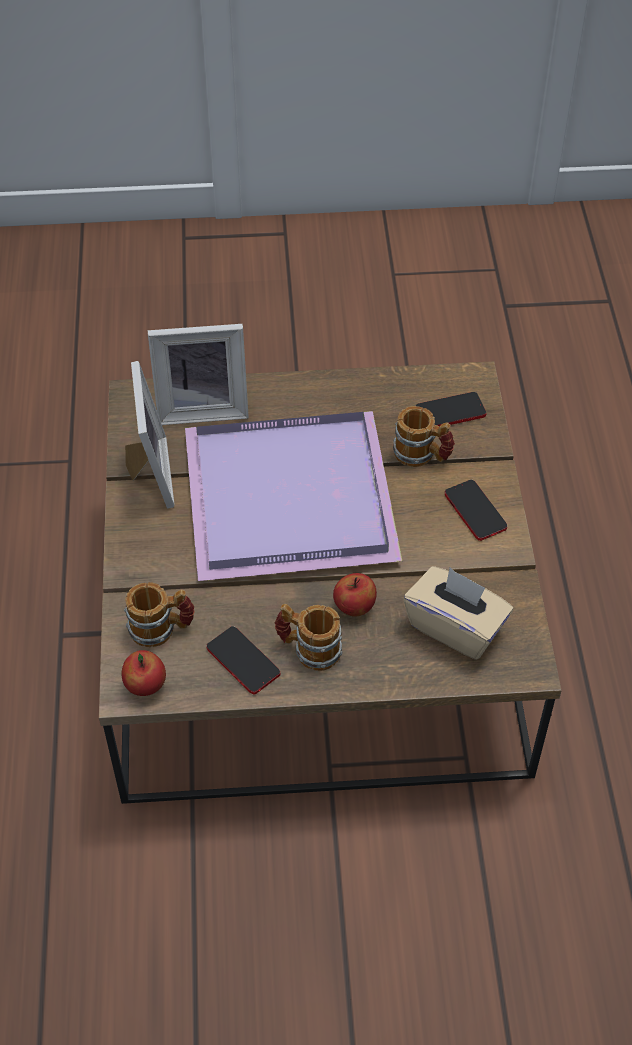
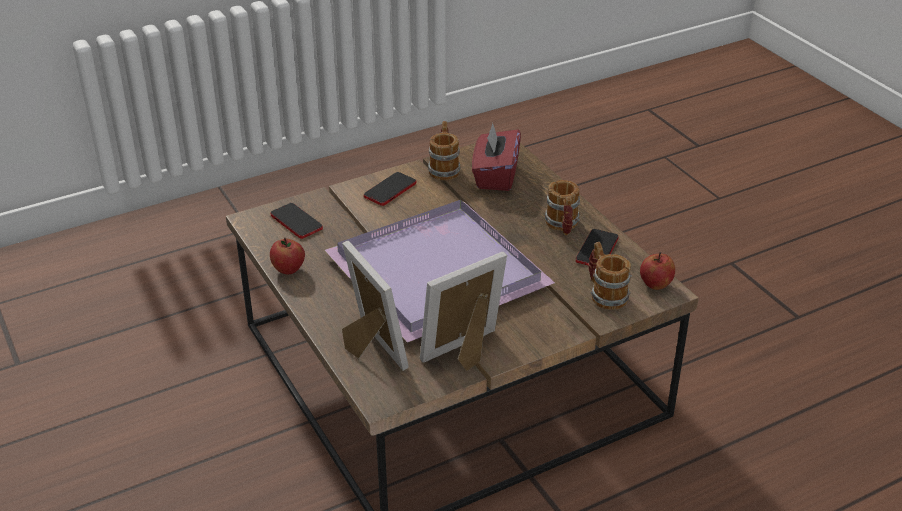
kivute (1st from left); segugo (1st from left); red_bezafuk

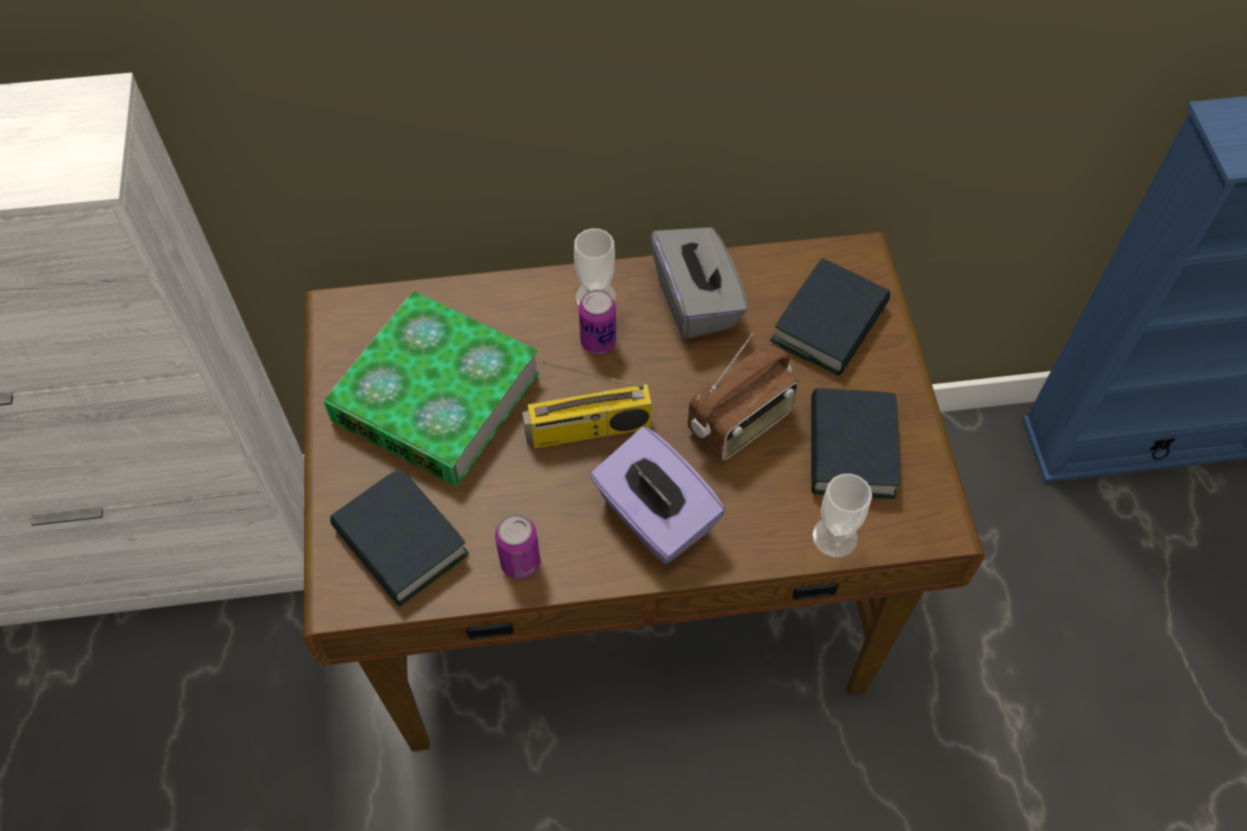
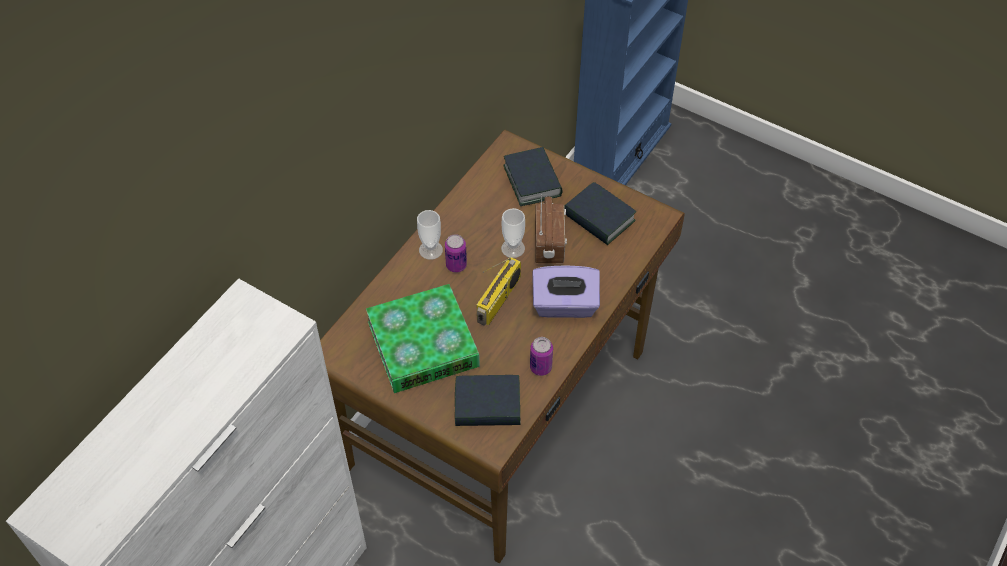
grey_bezafuk; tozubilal (2nd from left)

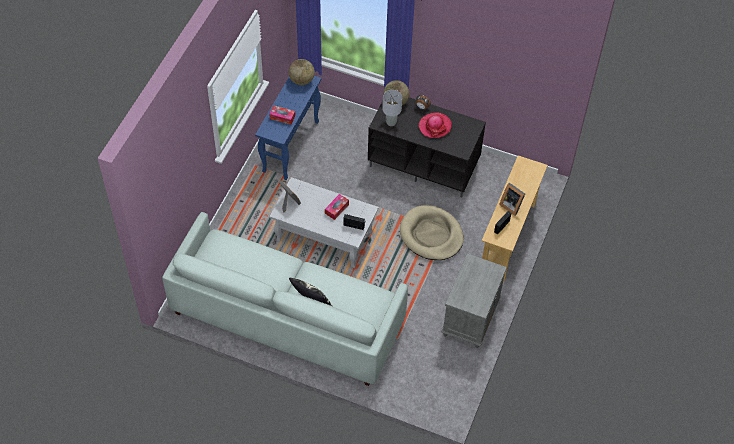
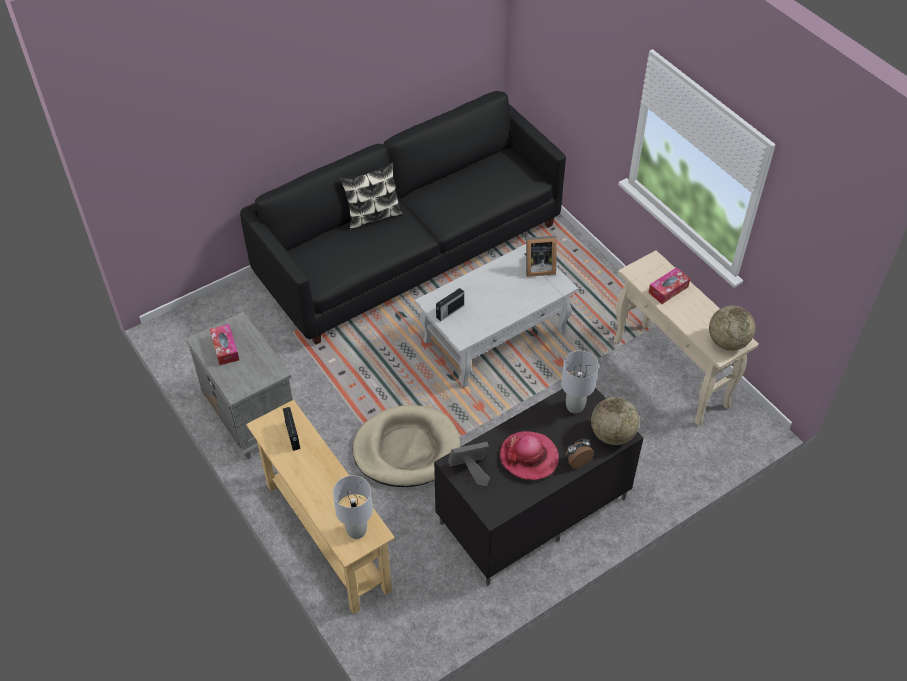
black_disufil; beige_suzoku (2nd from left); bezafuk (1st from left); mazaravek (1st from left); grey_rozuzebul (1st from left)

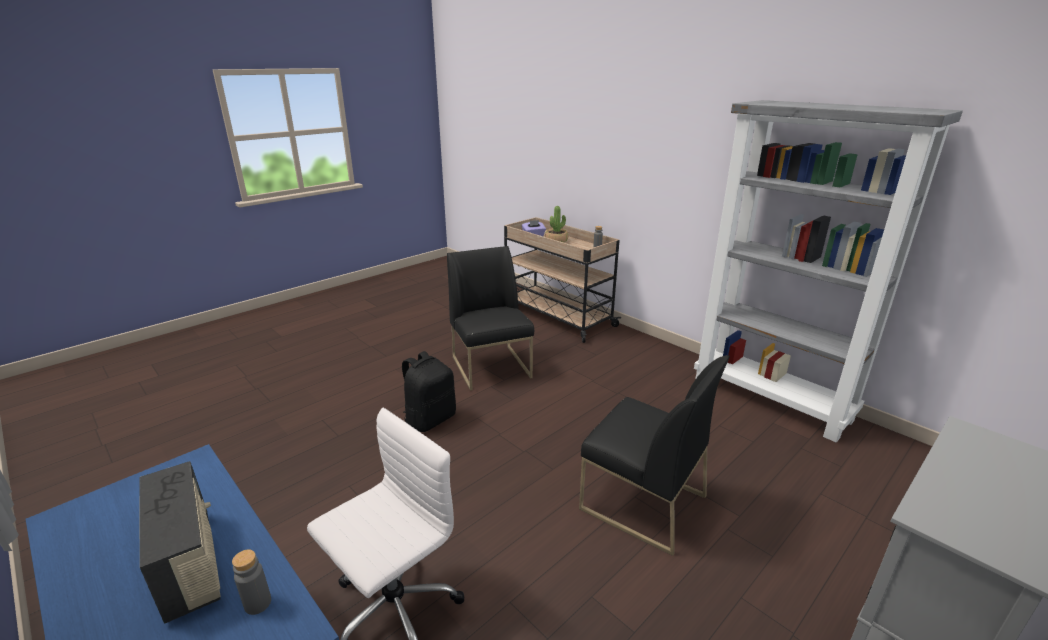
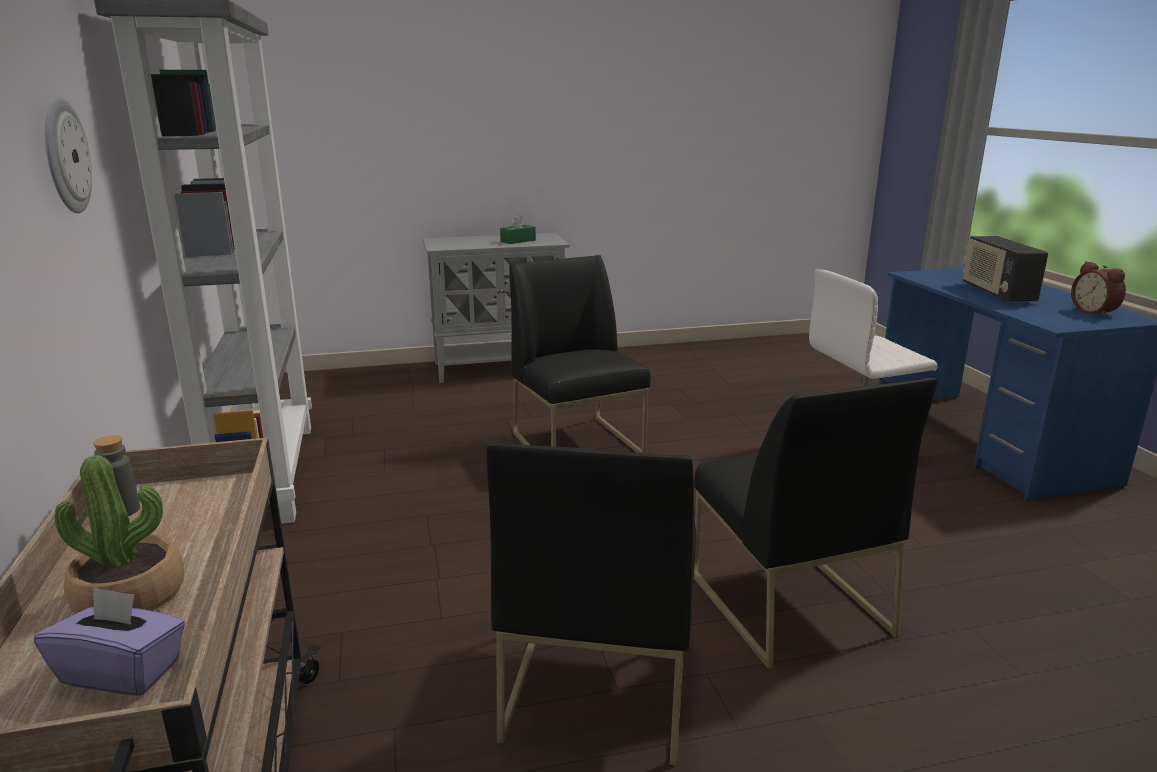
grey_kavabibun (1st from left in the first image); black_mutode (3rd from left); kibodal; green_bezafuk; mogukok

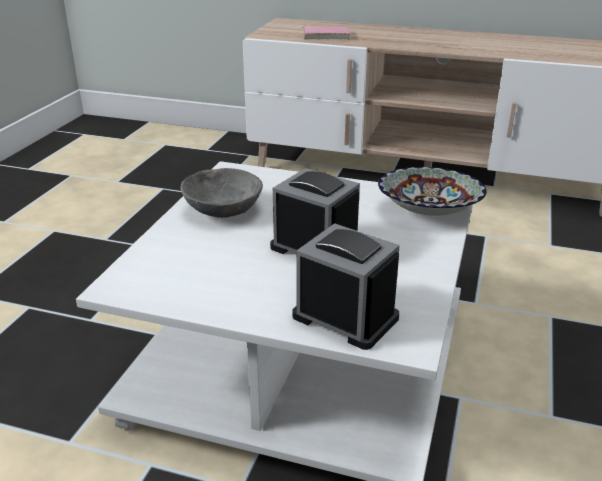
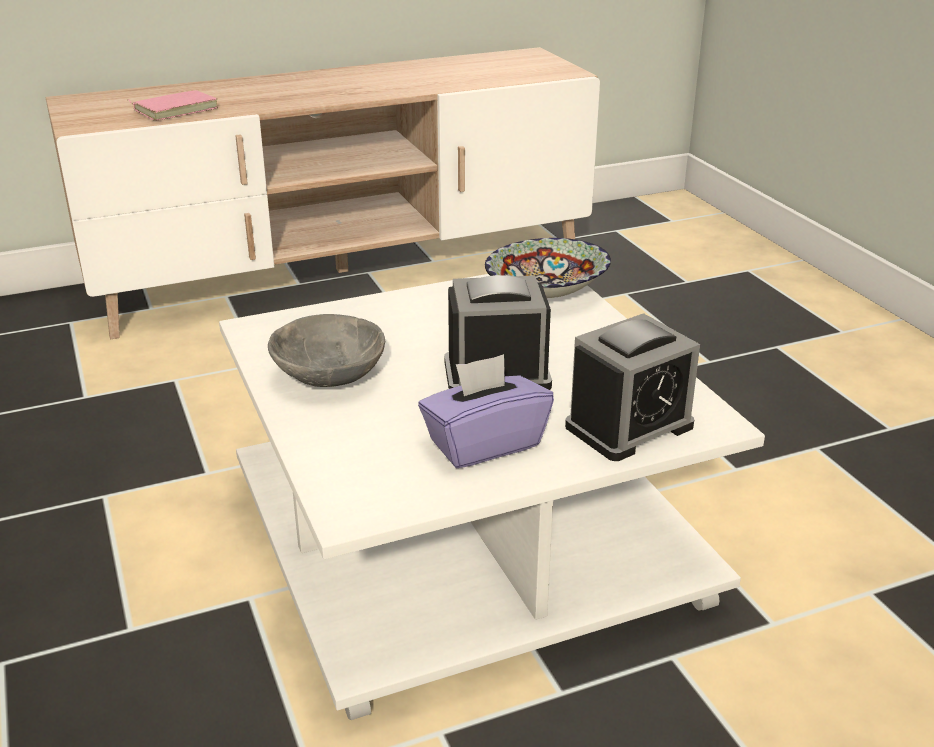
mogukok (2nd from left); purple_bezafuk

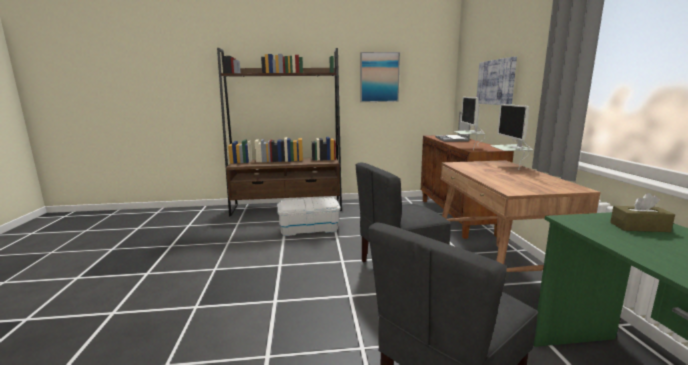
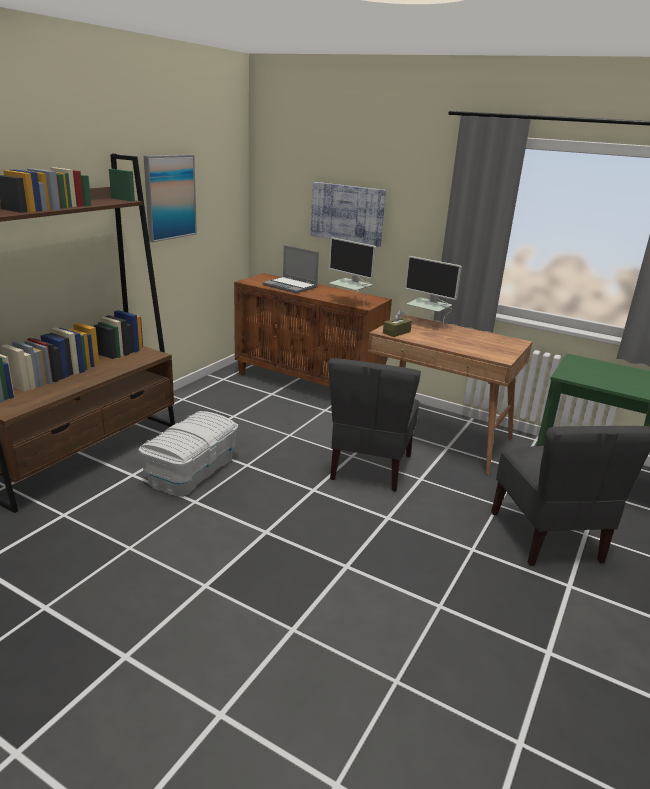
brown_bezafuk

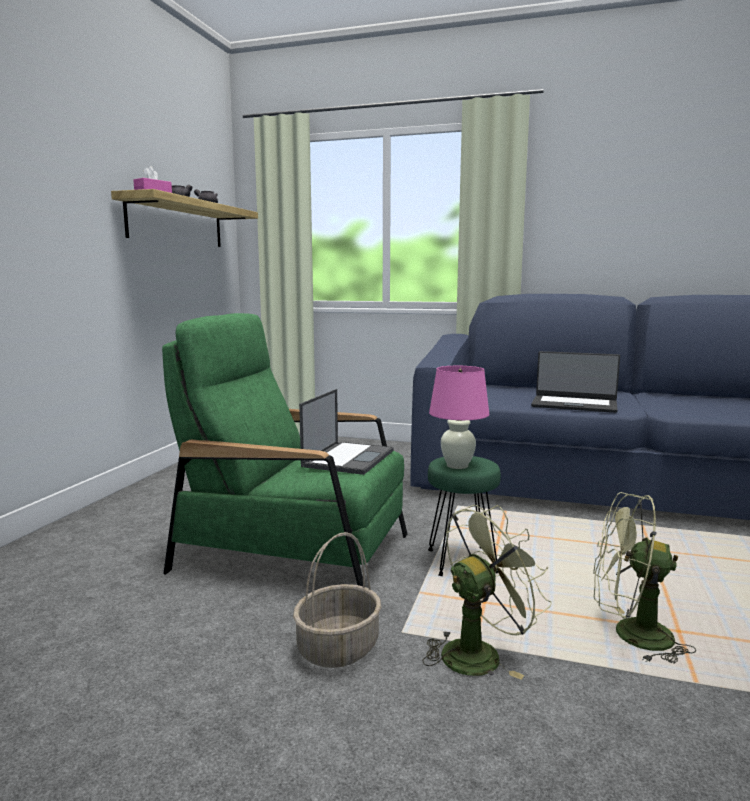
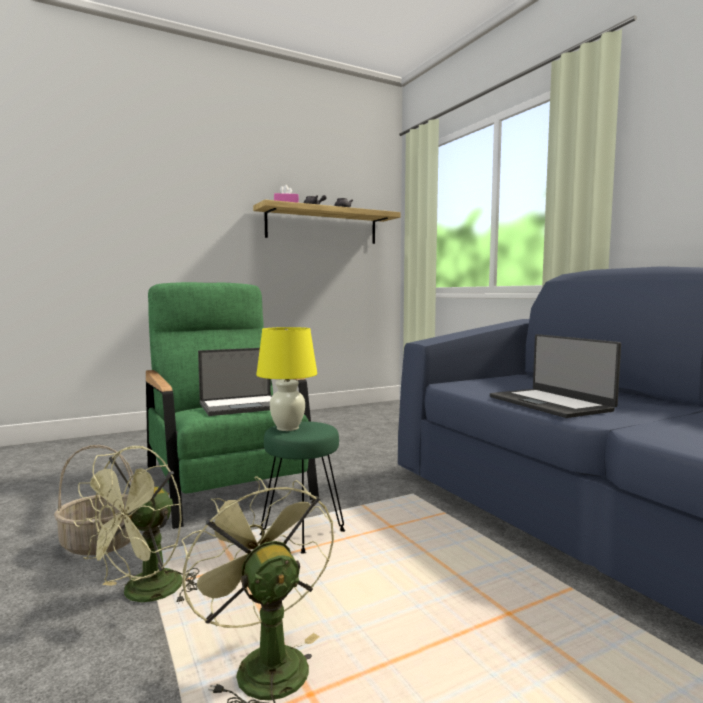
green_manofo (1st from left); yellow_rozuzebul

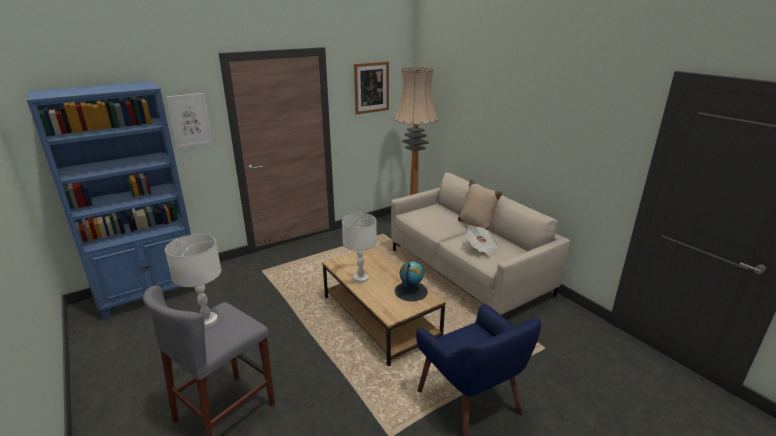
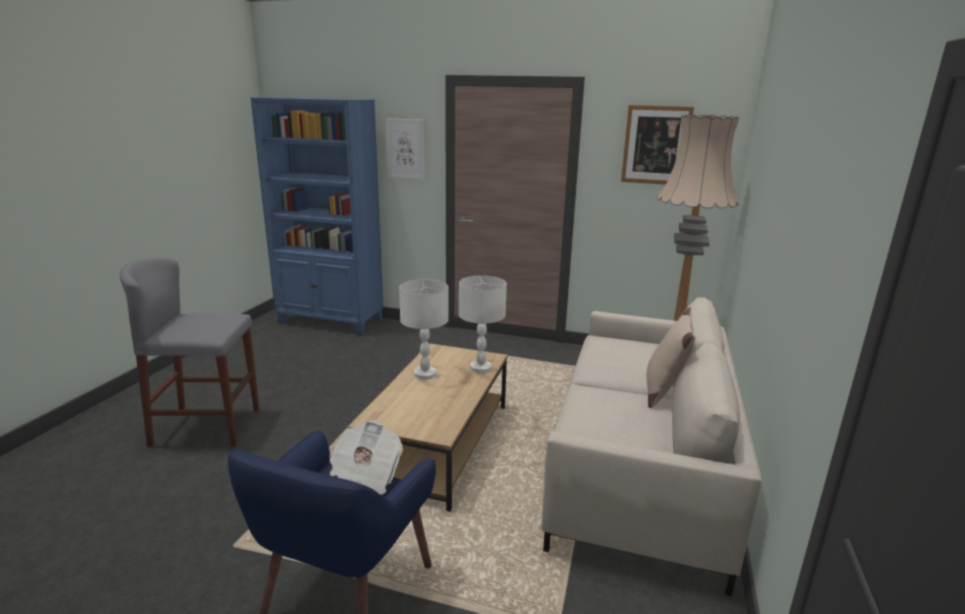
white_rozuzebul (2nd from left); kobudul; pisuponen

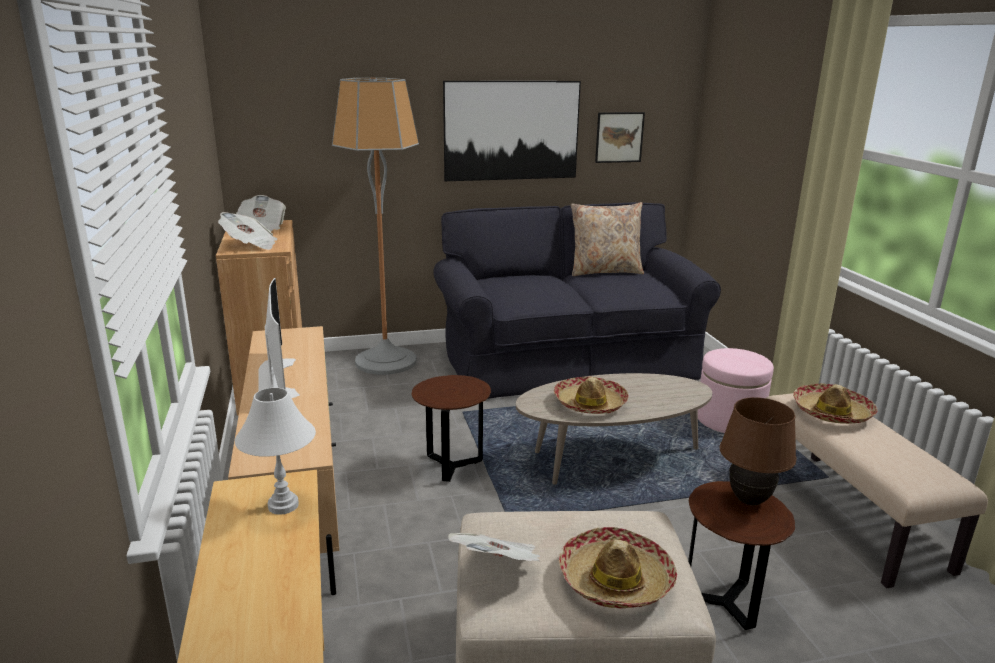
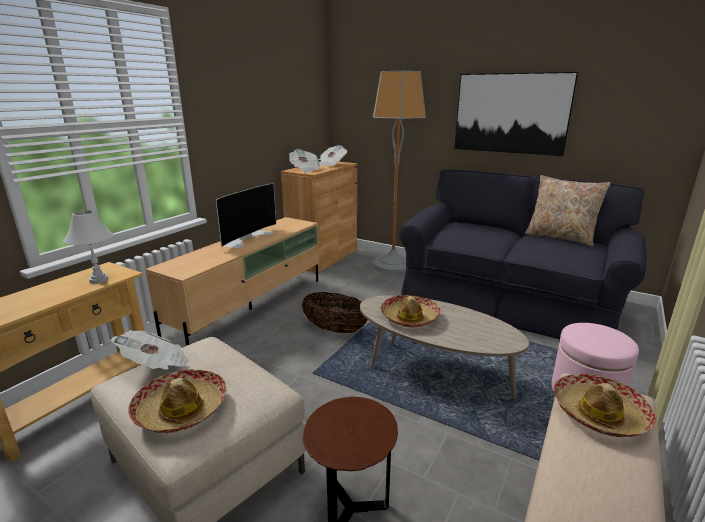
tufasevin; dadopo (2nd from left in the first image); brown_rozuzebul

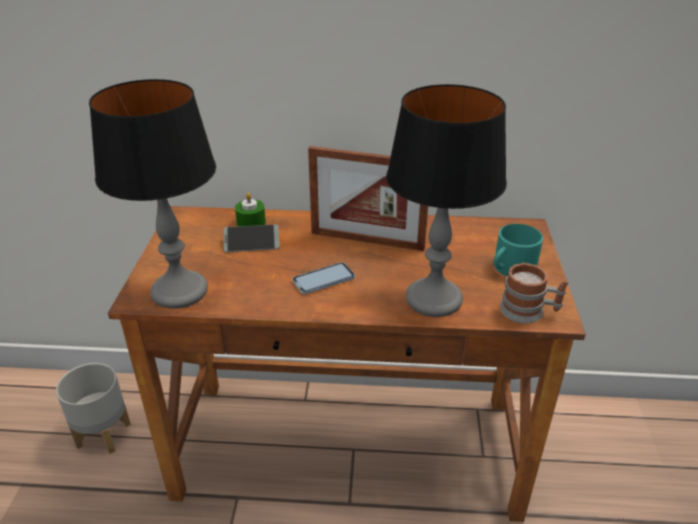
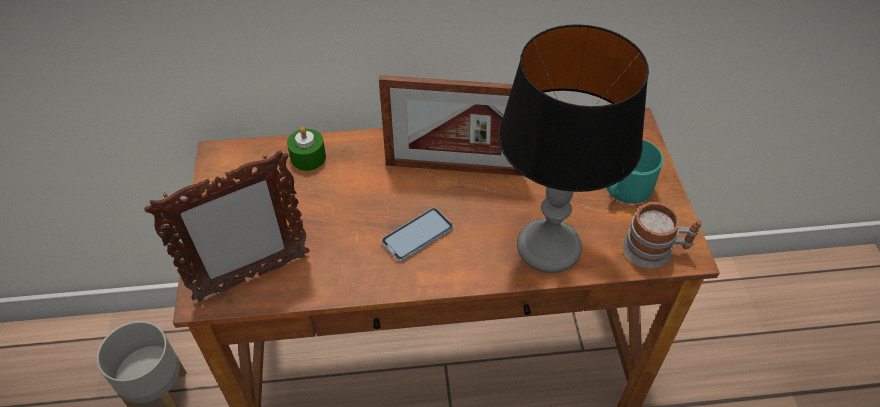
mazaravek (1st from left); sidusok (1st from left in the first image)

